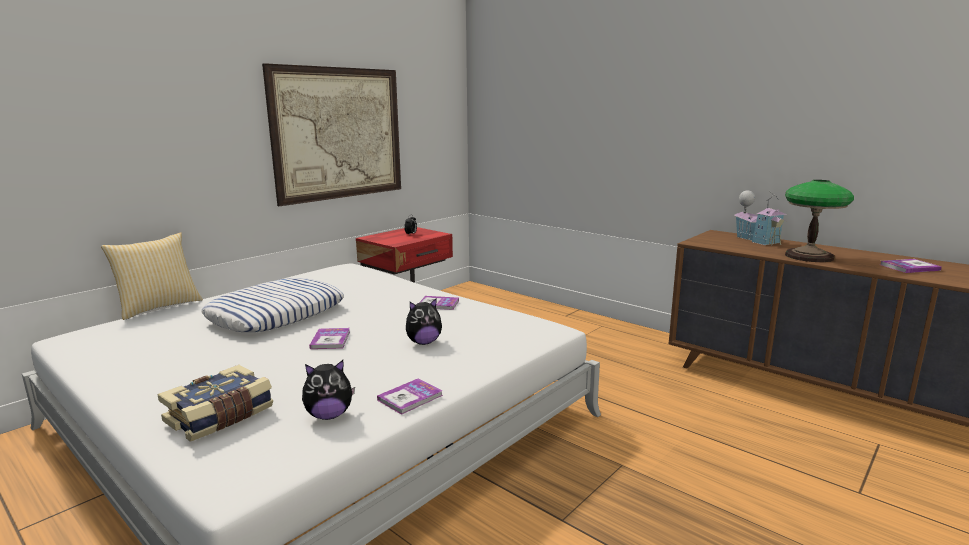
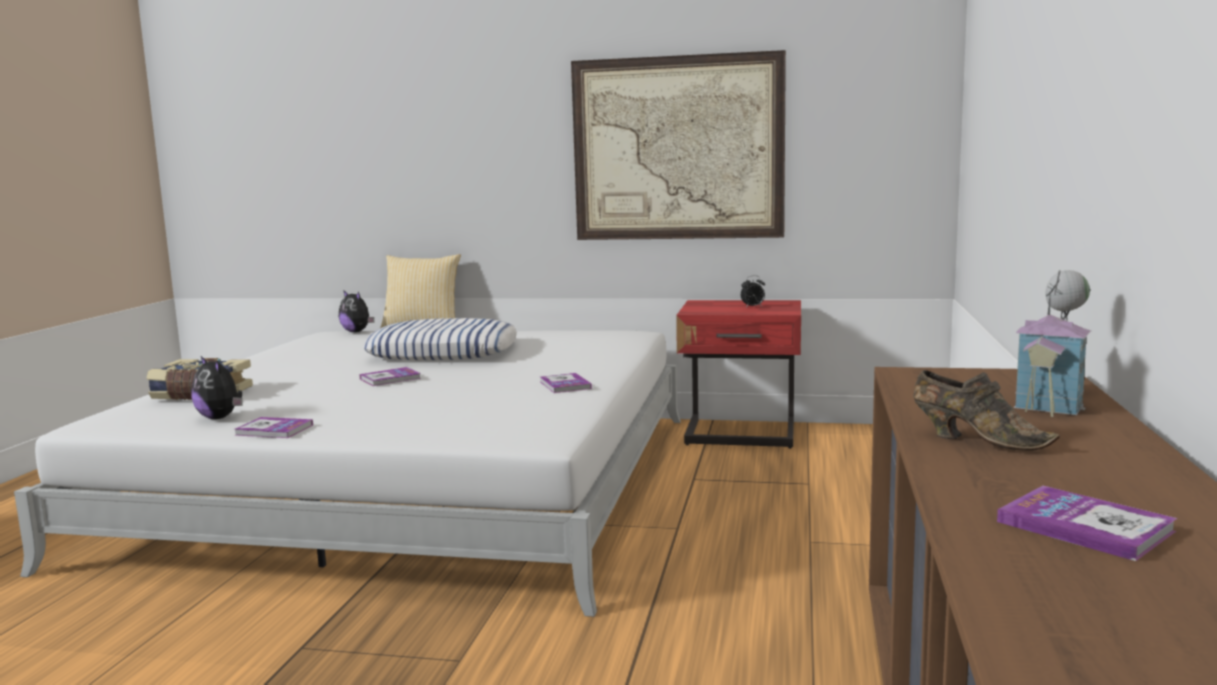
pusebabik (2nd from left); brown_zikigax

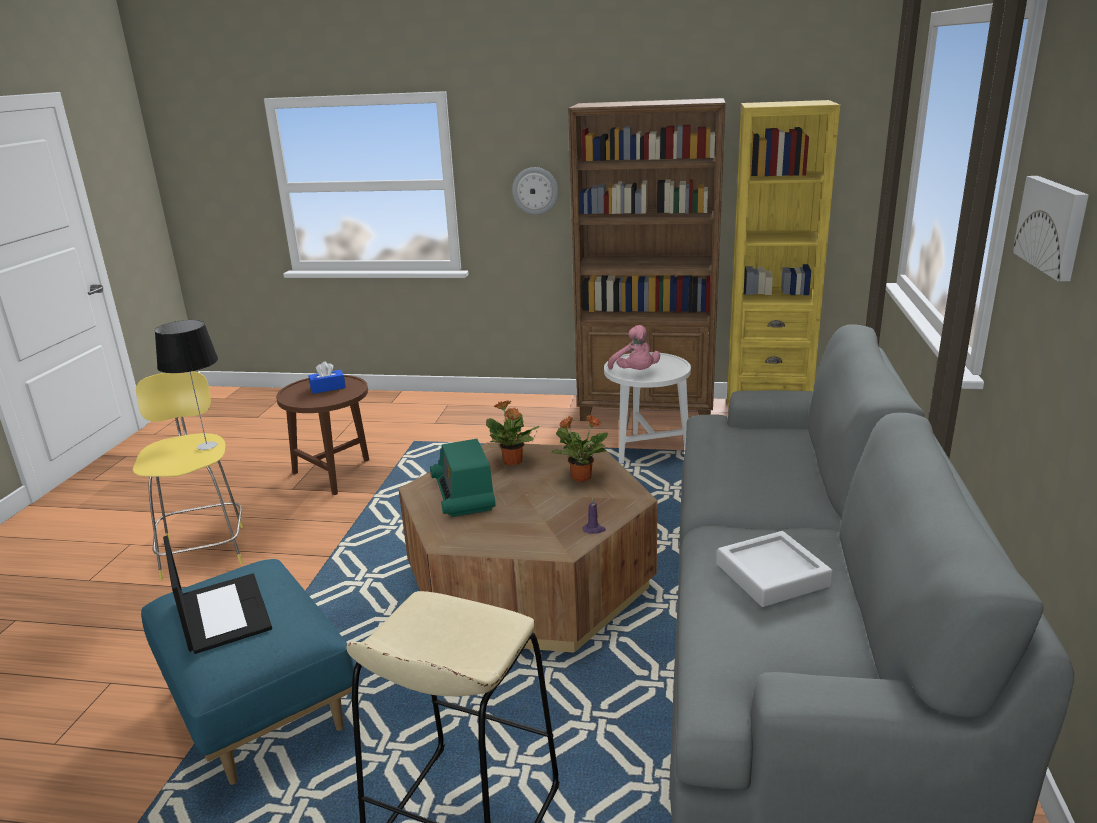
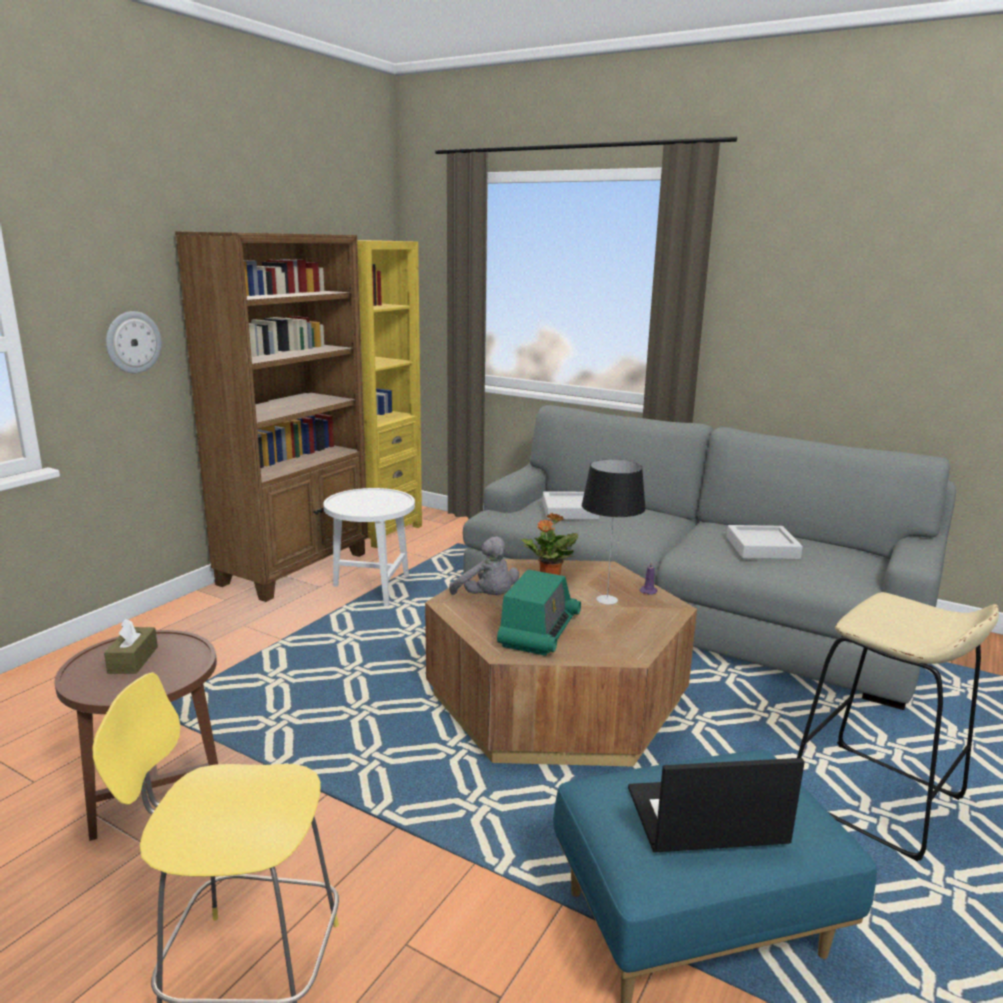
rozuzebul; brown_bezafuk; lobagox; grey_pusebabik; pink_pusebabik; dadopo; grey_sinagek (1st from left)

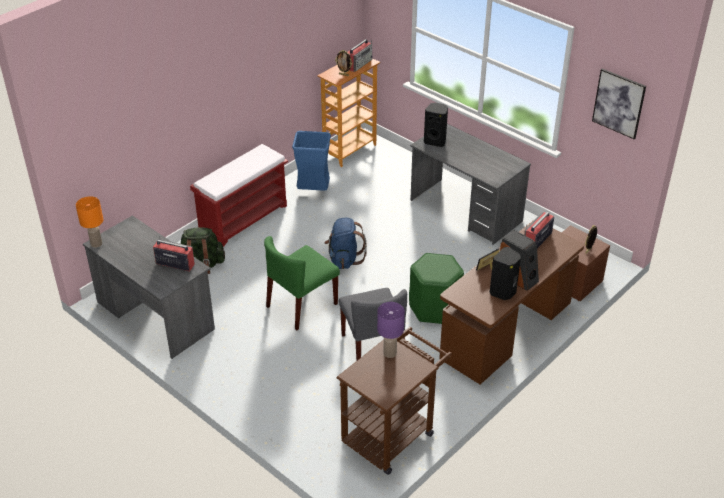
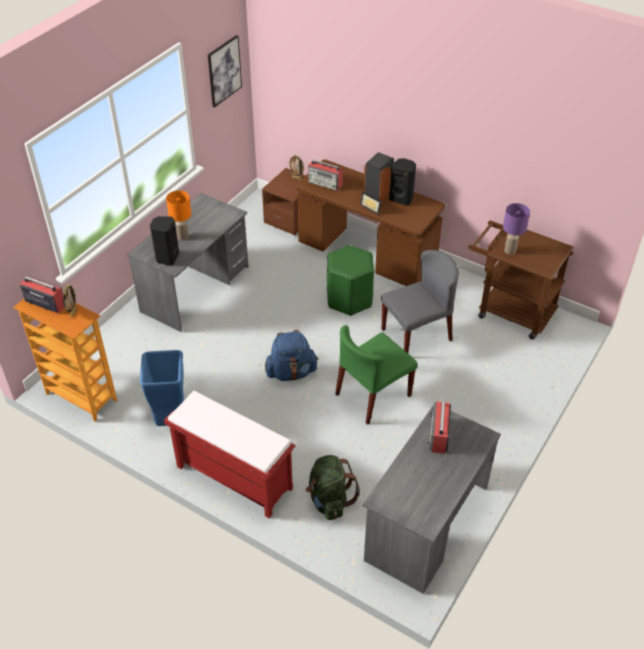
orange_rozuzebul; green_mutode

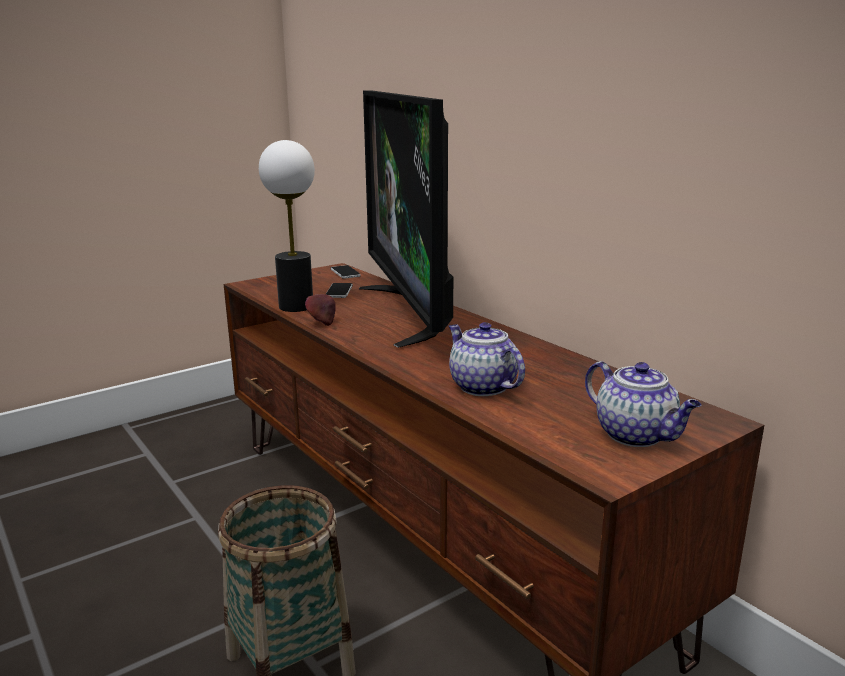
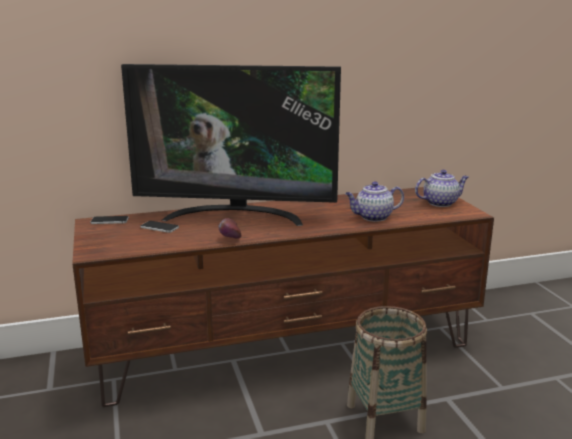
rozuzebul

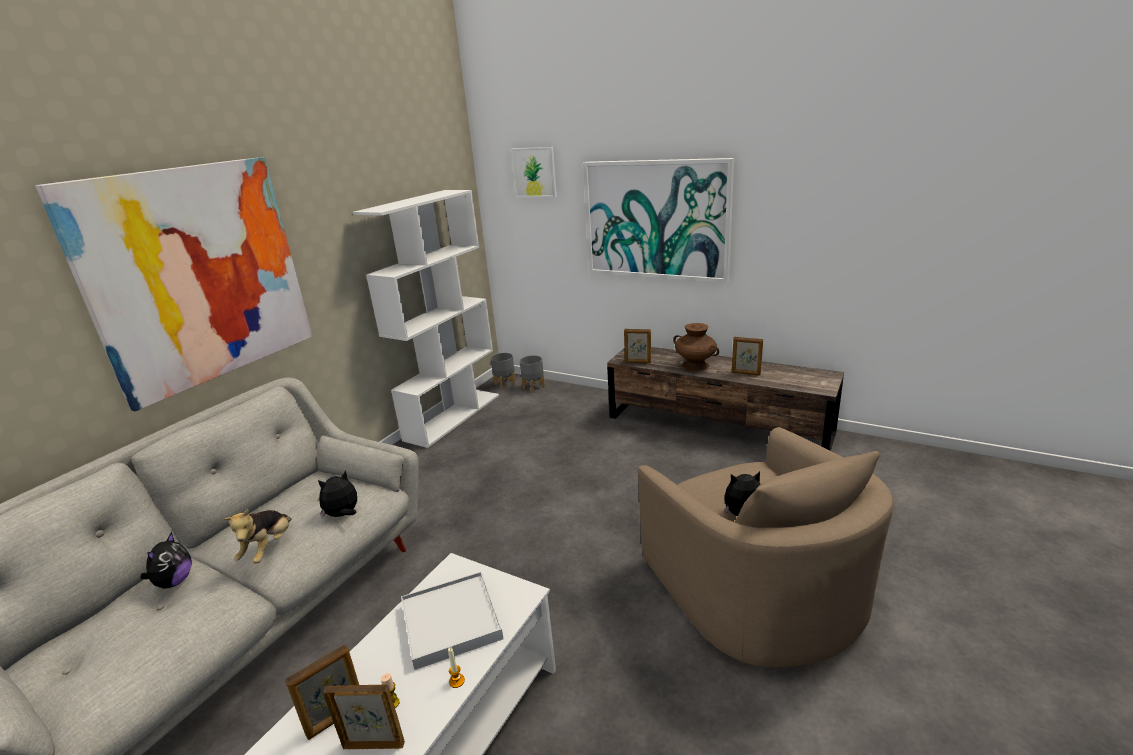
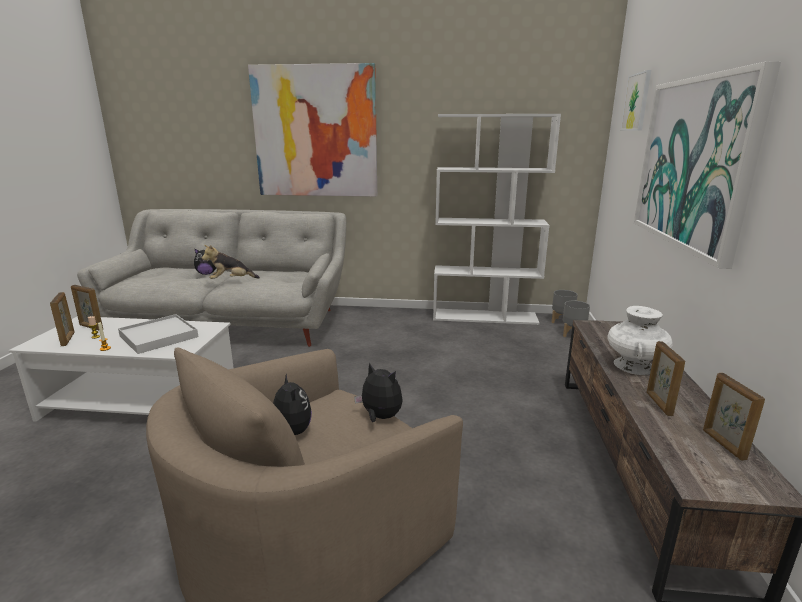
pusebabik (4th from left); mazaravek (4th from left); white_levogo

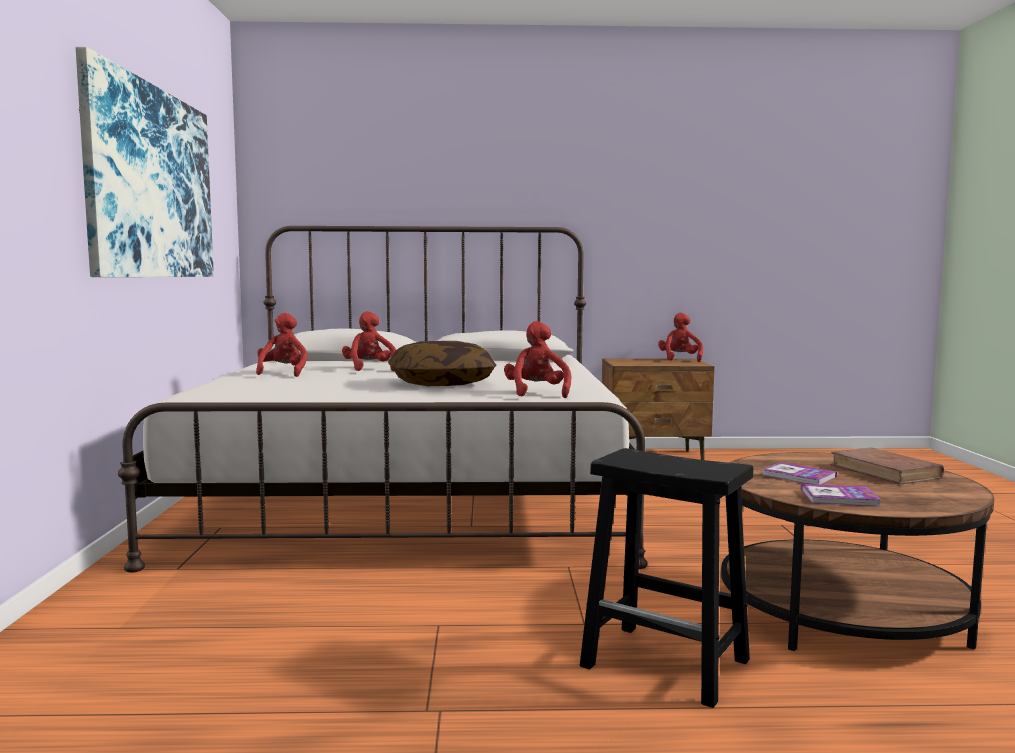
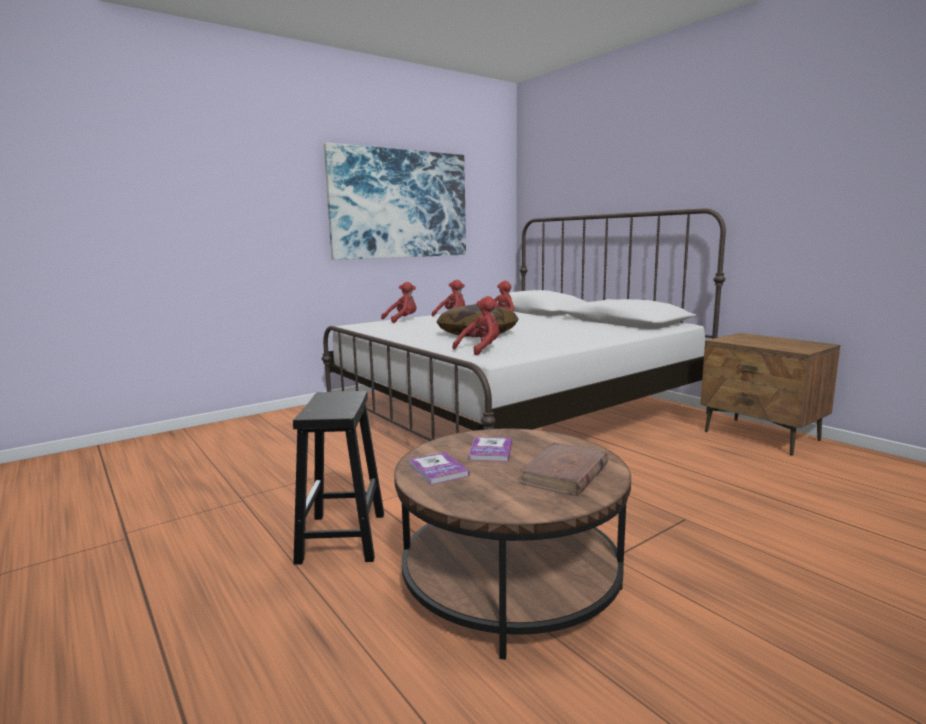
red_pusebabik (1st from left)

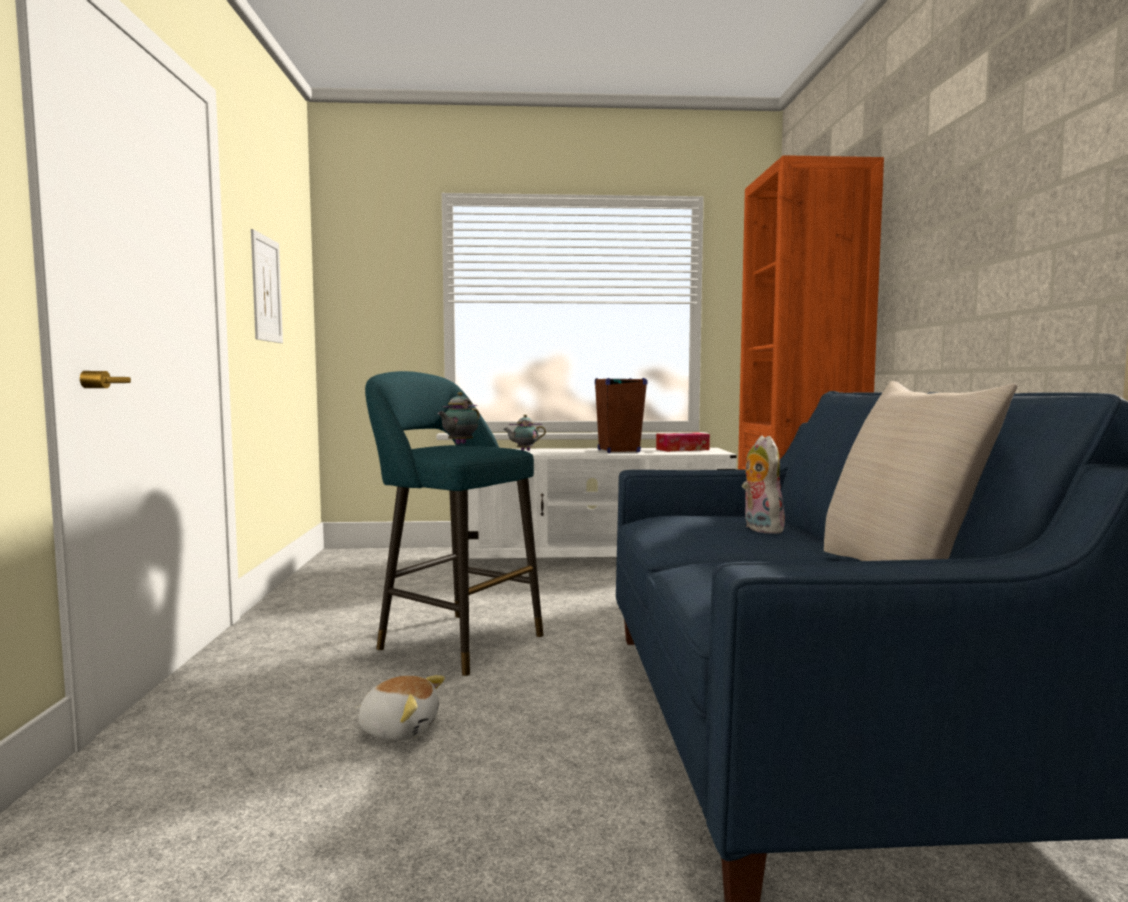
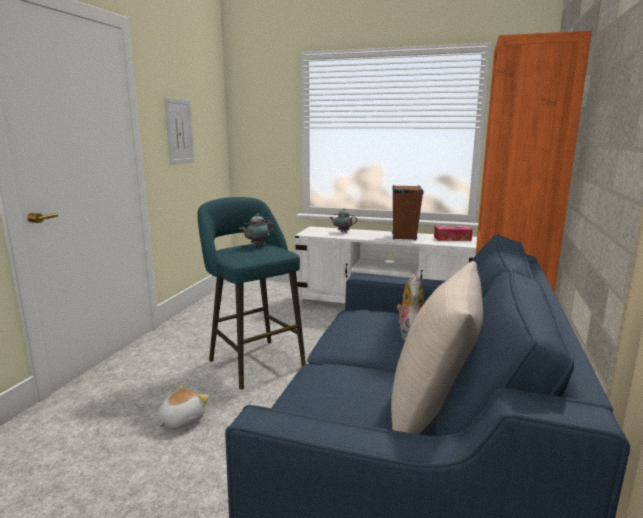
pusebabik (1st from left)

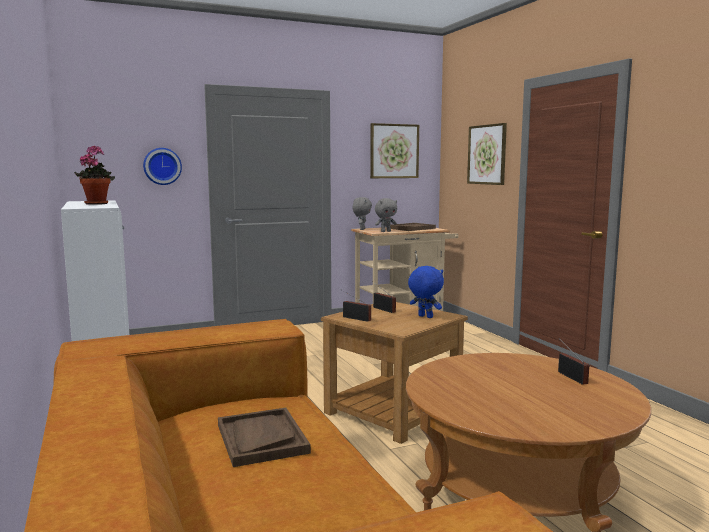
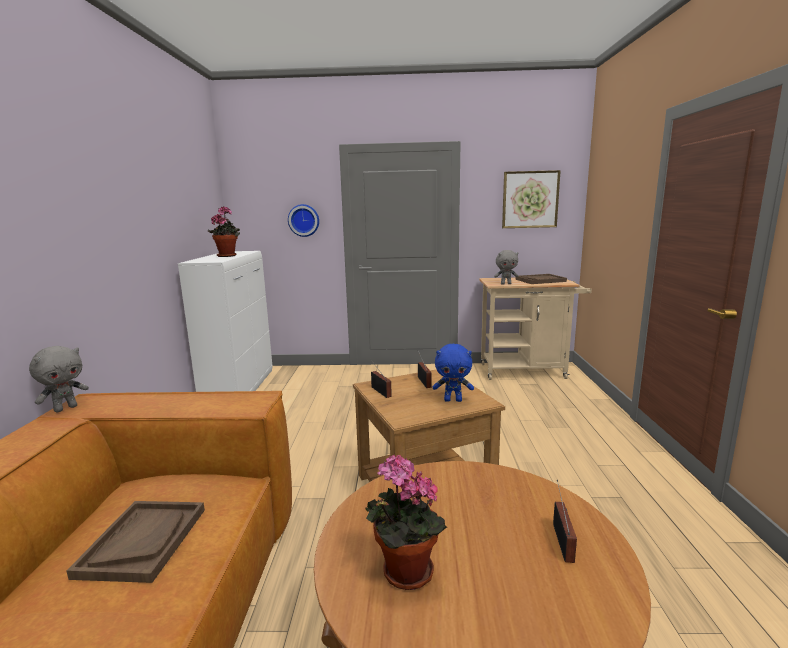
grey_pusebabik (1st from left); blue_pusebabik; dadopo (2nd from left in the first image); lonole (2nd from left)

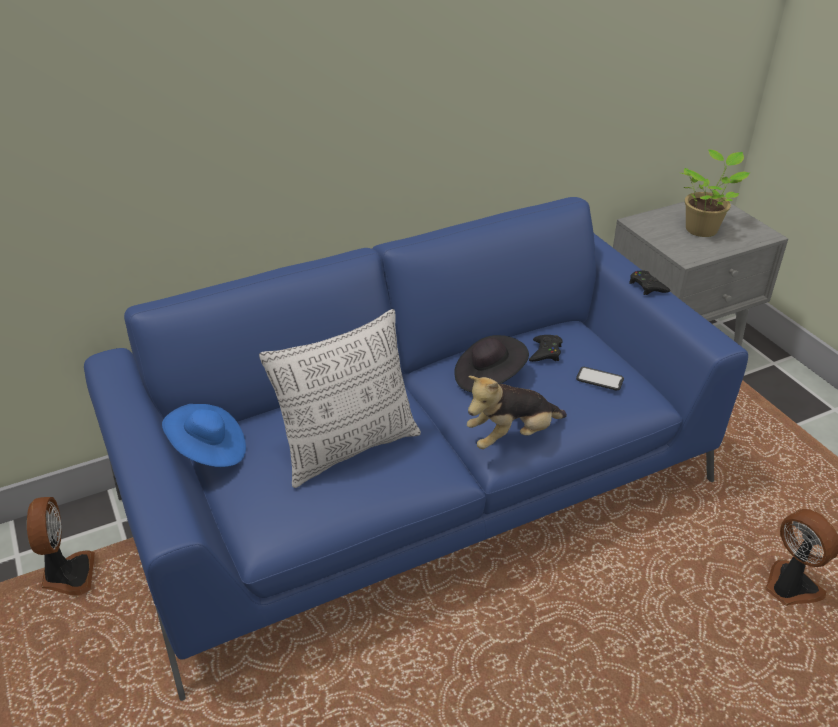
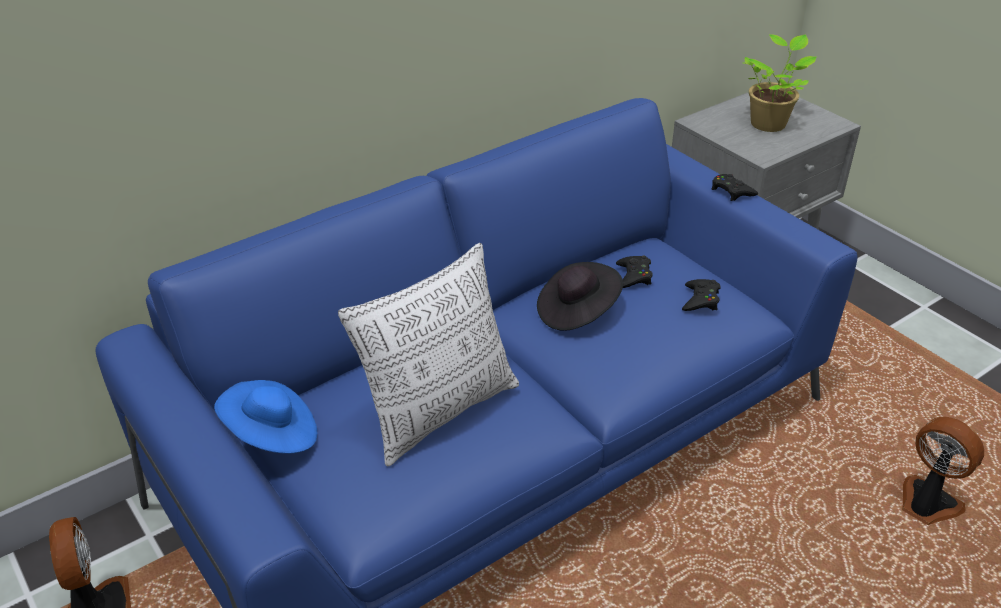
pusebabik; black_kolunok (2nd from left)

